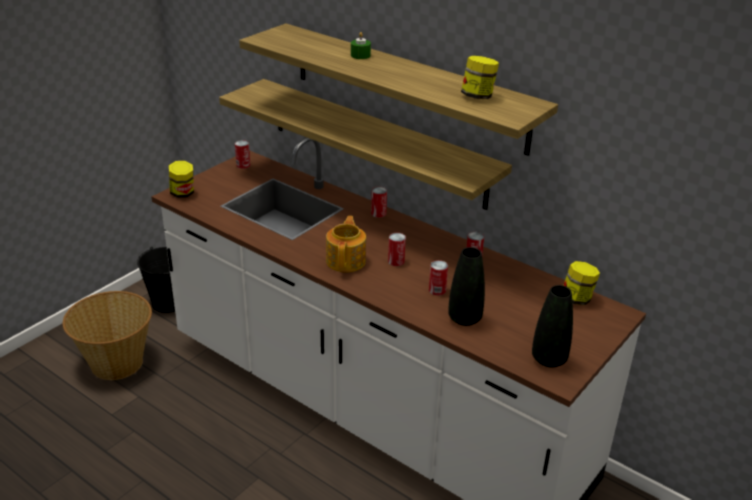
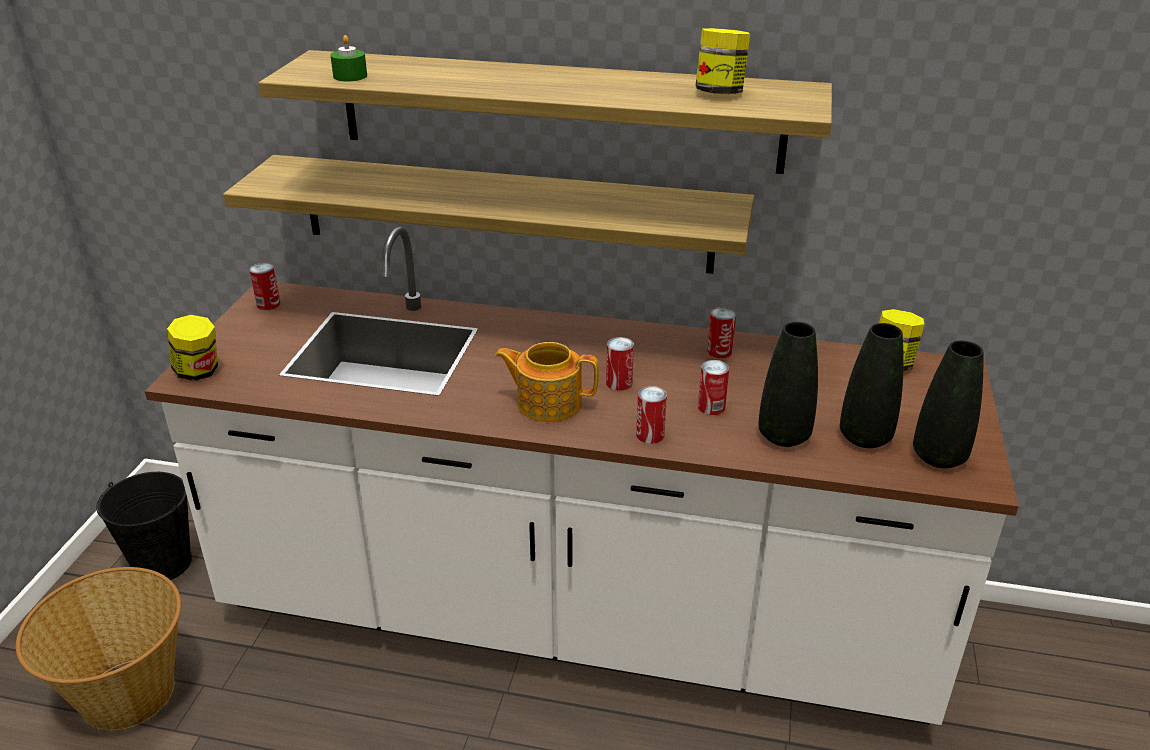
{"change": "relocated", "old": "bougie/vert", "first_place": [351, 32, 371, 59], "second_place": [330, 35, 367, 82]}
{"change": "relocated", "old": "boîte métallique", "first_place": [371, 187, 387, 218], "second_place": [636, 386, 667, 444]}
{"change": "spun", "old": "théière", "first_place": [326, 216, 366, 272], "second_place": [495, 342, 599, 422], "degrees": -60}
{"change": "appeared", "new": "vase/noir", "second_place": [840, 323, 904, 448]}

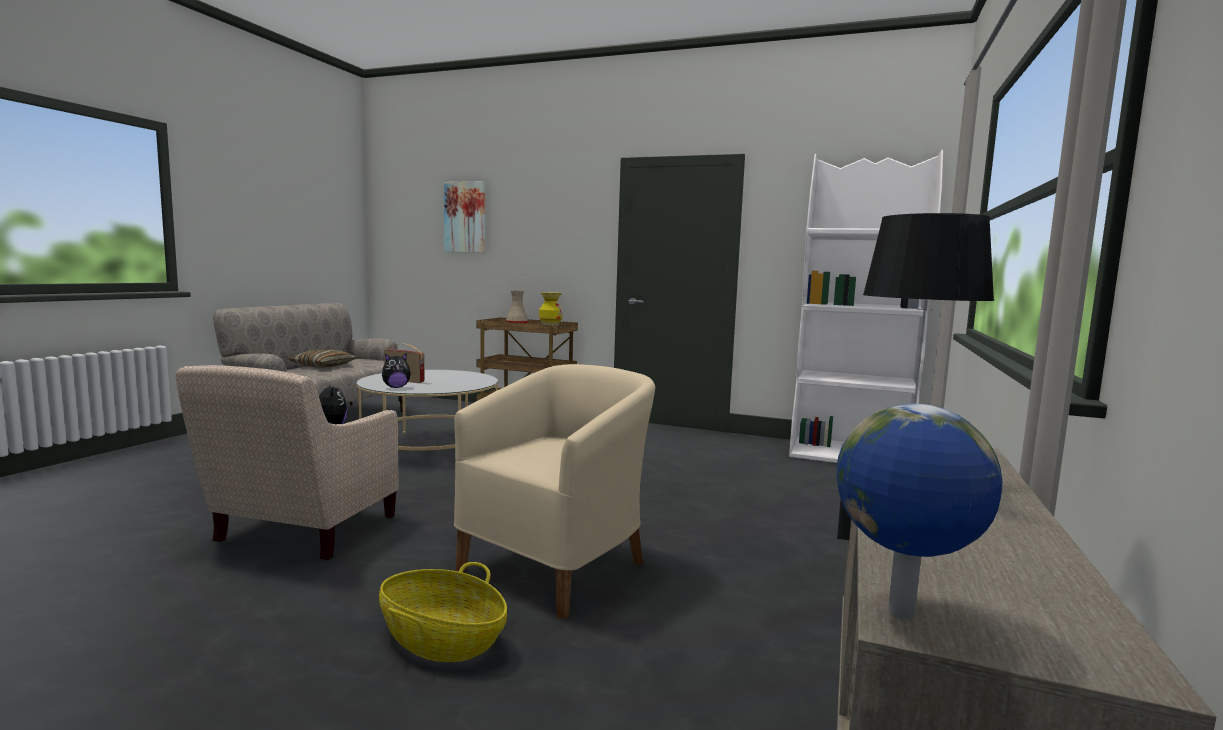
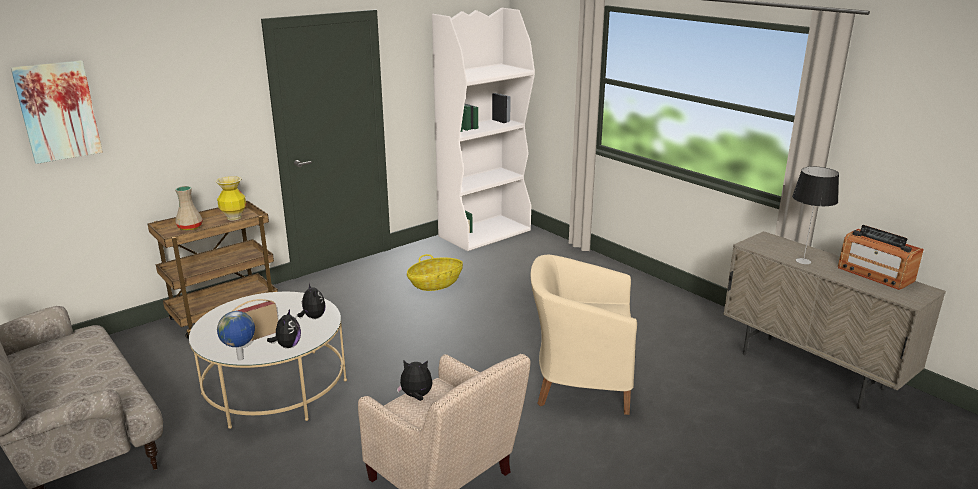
{"change": "missing", "old": "coussin", "first_place": [289, 349, 358, 367]}
{"change": "spun", "old": "fauteuil/beige", "first_place": [454, 364, 655, 620], "second_place": [531, 255, 637, 415], "degrees": -60}
{"change": "relocated", "old": "globe", "first_place": [836, 404, 1002, 620], "second_place": [217, 311, 255, 360]}
{"change": "relocated", "old": "panier", "first_place": [379, 562, 507, 662], "second_place": [407, 254, 463, 291]}
{"change": "appeared", "new": "radio", "second_place": [838, 225, 924, 290]}
{"change": "appeared", "new": "peluche", "second_place": [298, 283, 326, 319]}

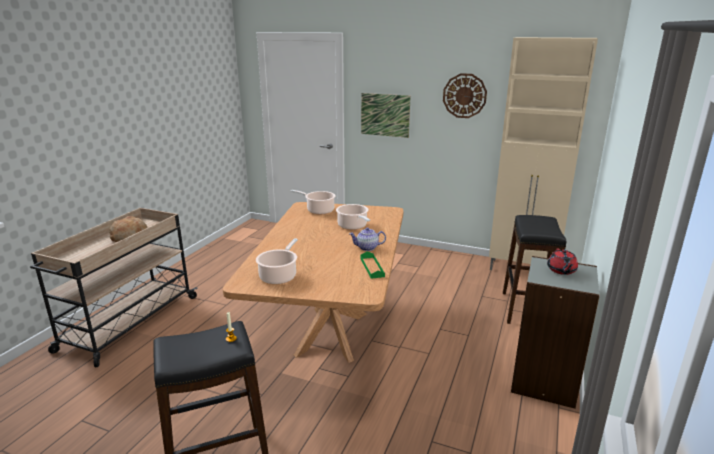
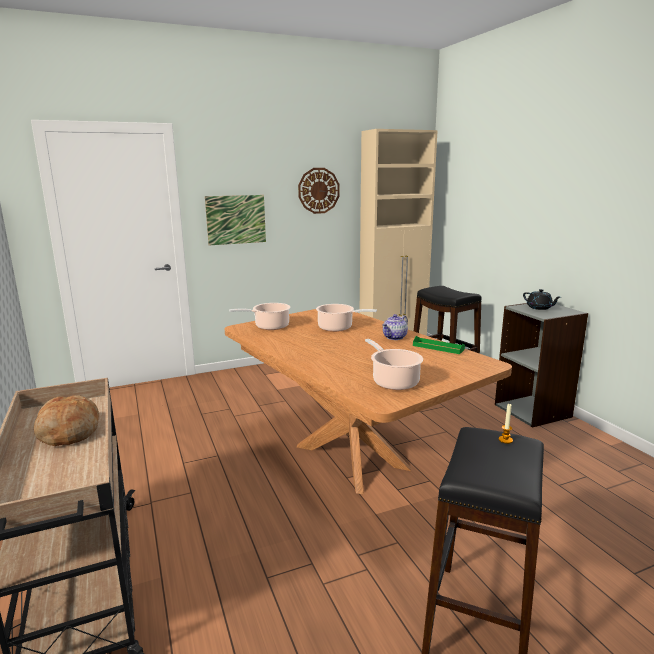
{"change": "colour", "old": "théière/rouge", "new": "théière/noir", "first_place": [547, 248, 578, 275], "second_place": [523, 289, 560, 310]}

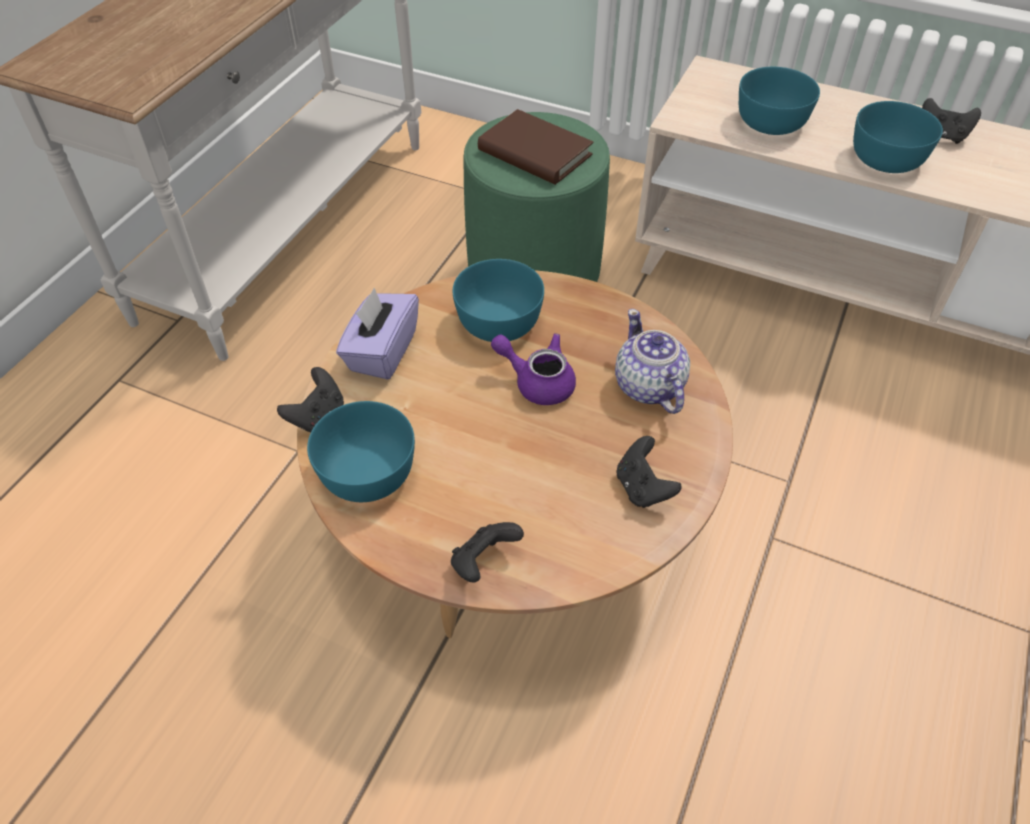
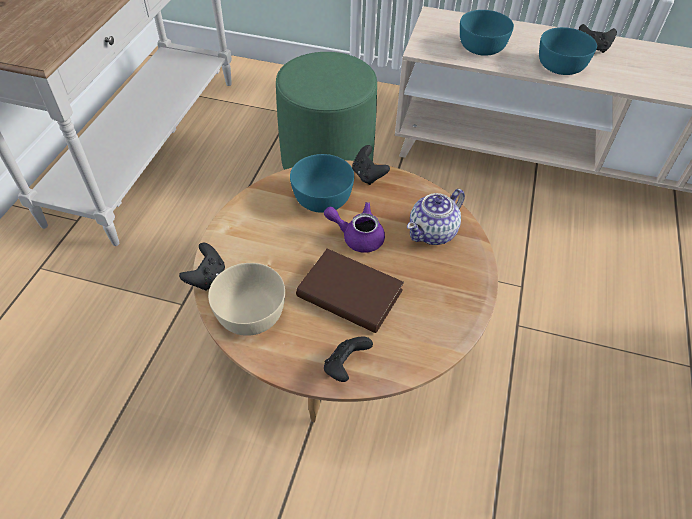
{"change": "relocated", "old": "livre/marron", "first_place": [478, 109, 593, 185], "second_place": [296, 249, 404, 333]}
{"change": "missing", "old": "boîte à mouchoirs/violet", "first_place": [336, 288, 419, 380]}
{"change": "spun", "old": "théière", "first_place": [615, 309, 690, 414], "second_place": [407, 189, 465, 245], "degrees": -105}
{"change": "colour", "old": "bol/turquoise", "new": "bol/beige", "first_place": [307, 401, 415, 502], "second_place": [208, 263, 285, 336]}
{"change": "relocated", "old": "manette/noir", "first_place": [616, 436, 682, 508], "second_place": [352, 145, 390, 185]}

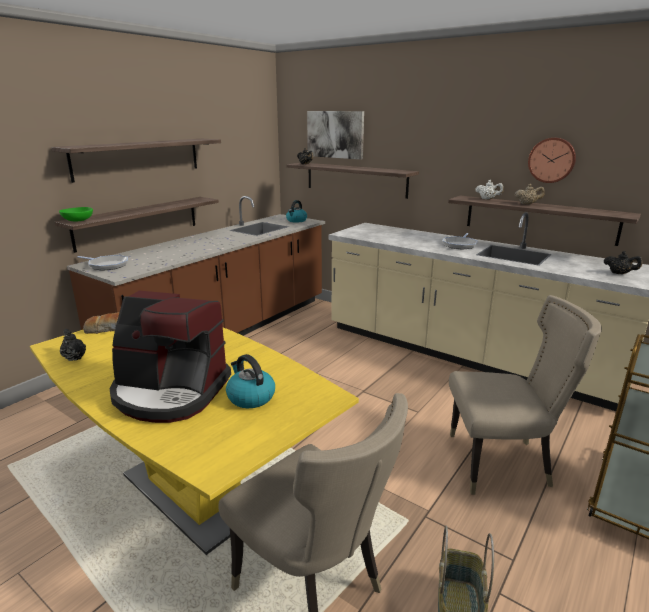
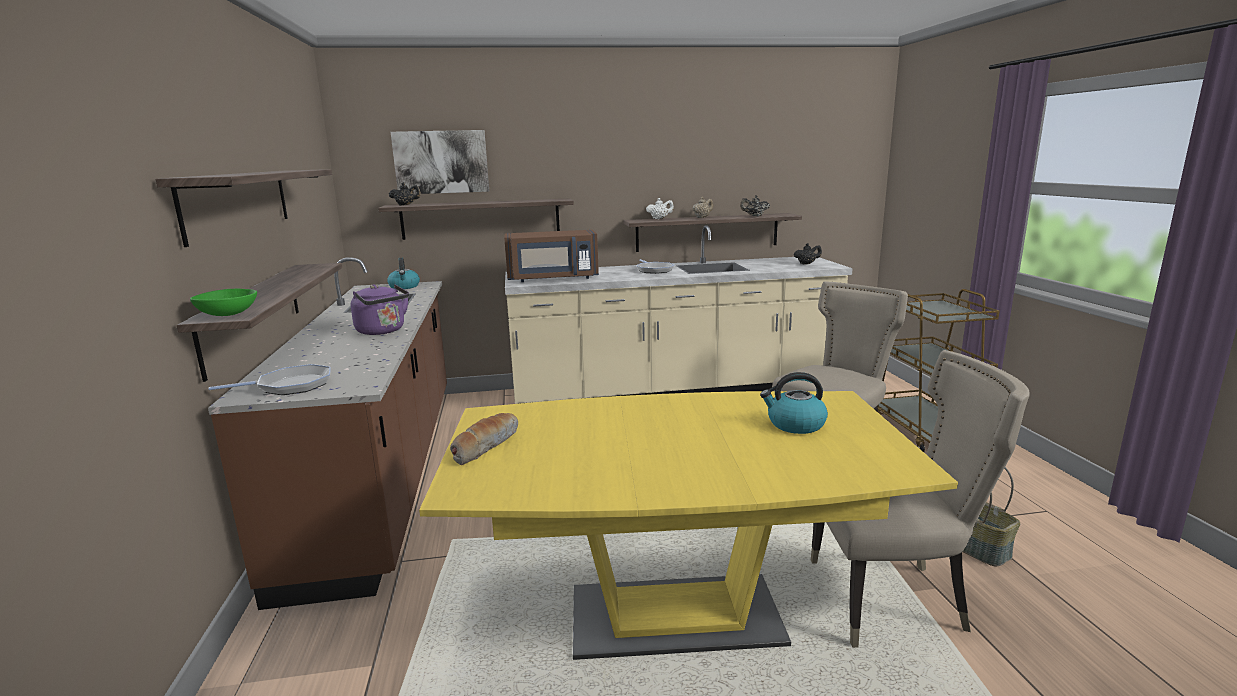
{"change": "missing", "old": "horloge murale", "first_place": [528, 137, 576, 183]}
{"change": "missing", "old": "machine à café", "first_place": [110, 291, 231, 423]}
{"change": "relocated", "old": "théière/noir", "first_place": [60, 329, 86, 361], "second_place": [740, 195, 770, 217]}
{"change": "appeared", "new": "micro-ondes/marron", "second_place": [504, 230, 599, 282]}
{"change": "appeared", "new": "bouilloire/violet", "second_place": [350, 284, 409, 335]}

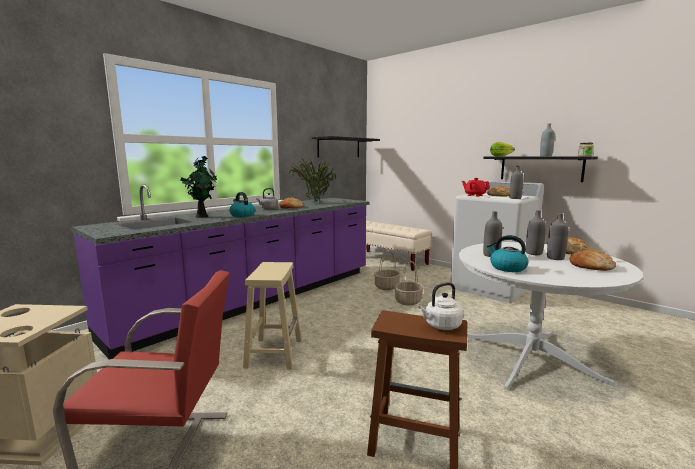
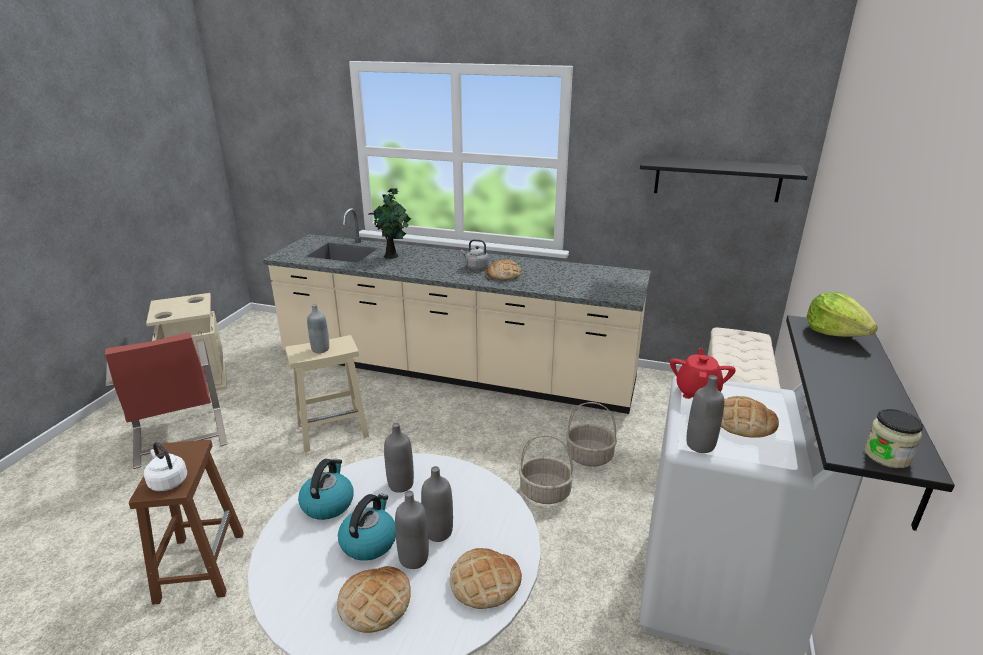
{"change": "relocated", "old": "bouteille/gris", "first_place": [540, 123, 555, 156], "second_place": [307, 304, 329, 353]}
{"change": "missing", "old": "plante en pot", "first_place": [289, 157, 336, 203]}
{"change": "colour", "old": "comptoir de cuisine/violet", "new": "comptoir de cuisine/beige", "first_place": [71, 184, 370, 359], "second_place": [263, 208, 651, 414]}
{"change": "relocated", "old": "bouilloire", "first_place": [229, 192, 255, 217], "second_place": [338, 494, 396, 561]}

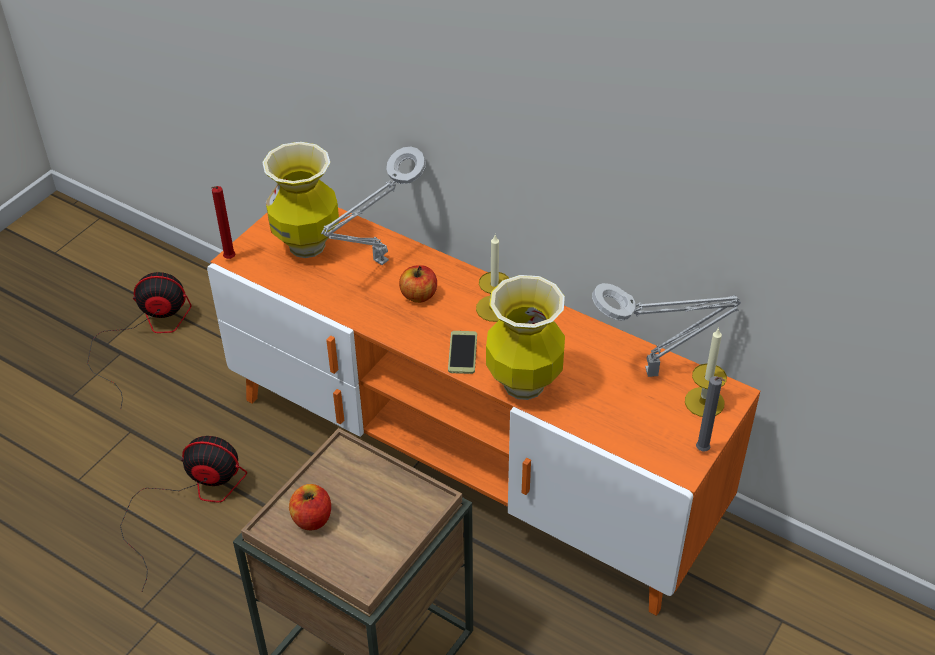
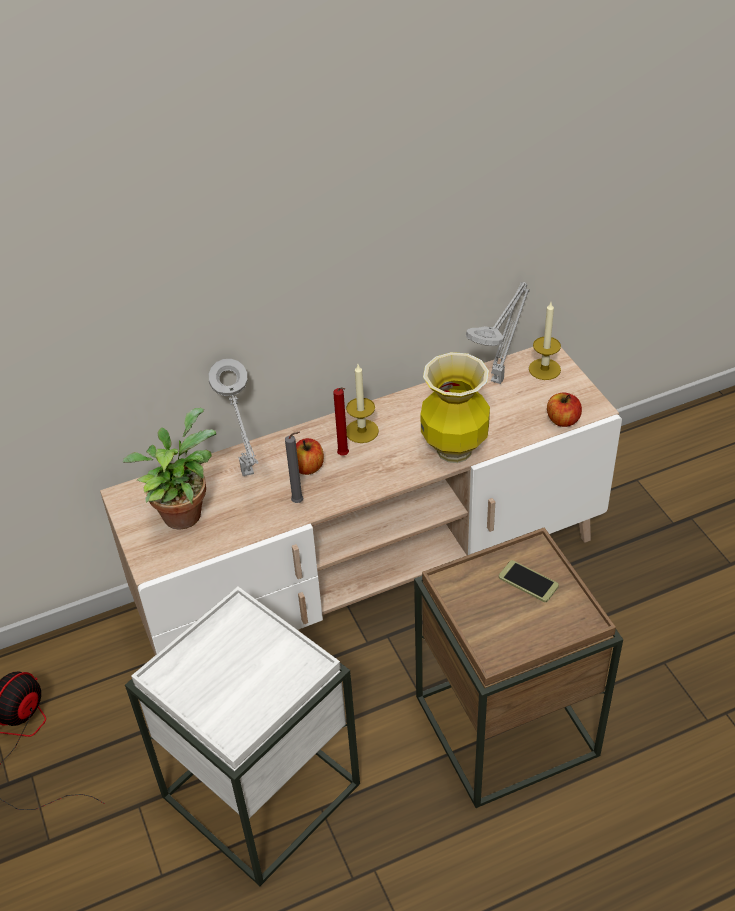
{"change": "exchanged", "old": "vase", "new": "plante en pot", "first_place": [262, 142, 339, 258], "second_place": [123, 408, 216, 530]}
{"change": "relocated", "old": "bougie/rouge", "first_place": [211, 186, 236, 259], "second_place": [333, 387, 349, 456]}
{"change": "colour", "old": "meuble télé/orange", "new": "meuble télé/beige", "first_place": [207, 207, 760, 616], "second_place": [100, 347, 622, 655]}
{"change": "relocated", "old": "téléphone", "first_place": [448, 331, 477, 374], "second_place": [499, 560, 559, 602]}
{"change": "relocated", "old": "bougie/gris", "first_place": [696, 376, 725, 452], "second_place": [285, 432, 303, 503]}
{"change": "exchanged", "old": "ventilateur", "new": "table d'appoint/blanc", "first_place": [120, 436, 247, 591], "second_place": [125, 586, 360, 886]}
{"change": "relocated", "old": "pomme", "first_place": [289, 484, 331, 530], "second_place": [547, 393, 582, 427]}

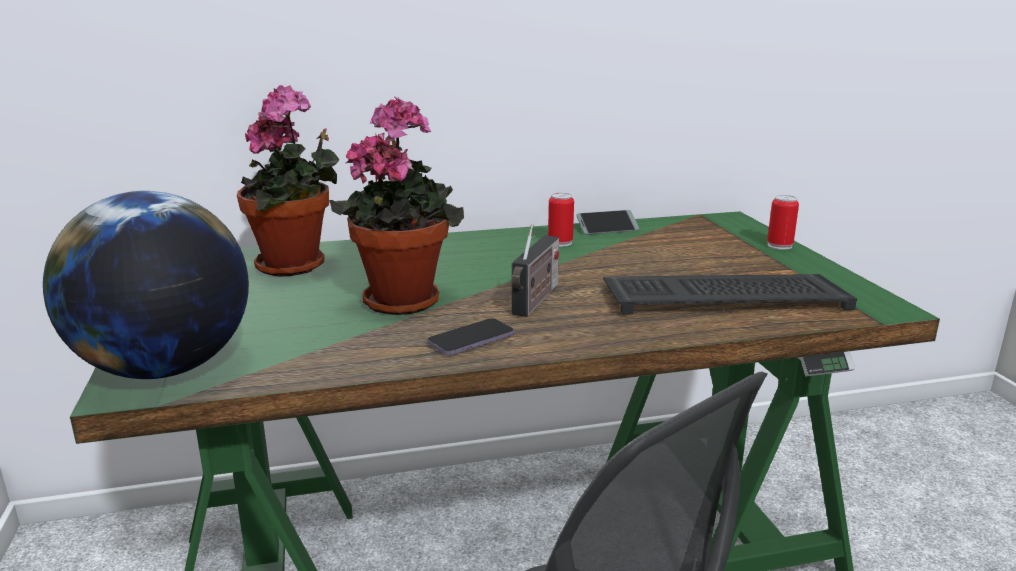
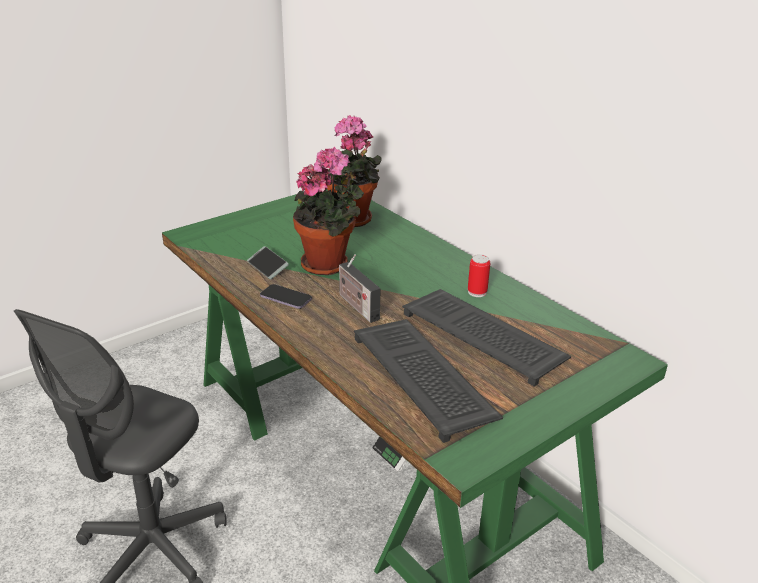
{"change": "missing", "old": "globe", "first_place": [43, 191, 249, 379]}
{"change": "missing", "old": "boîte métallique", "first_place": [767, 195, 799, 250]}
{"change": "relocated", "old": "téléphone", "first_place": [576, 210, 640, 235], "second_place": [247, 246, 289, 280]}
{"change": "spun", "old": "radio", "first_place": [512, 224, 559, 317], "second_place": [339, 254, 381, 323], "degrees": 60}
{"change": "appeared", "new": "clavier", "second_place": [402, 289, 571, 387]}

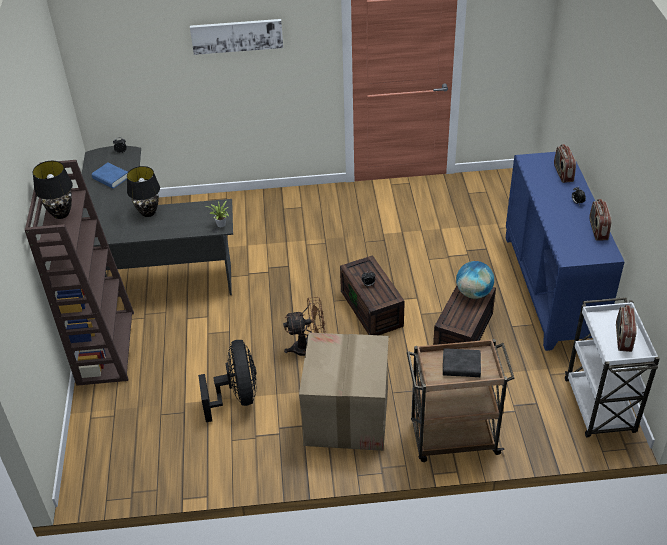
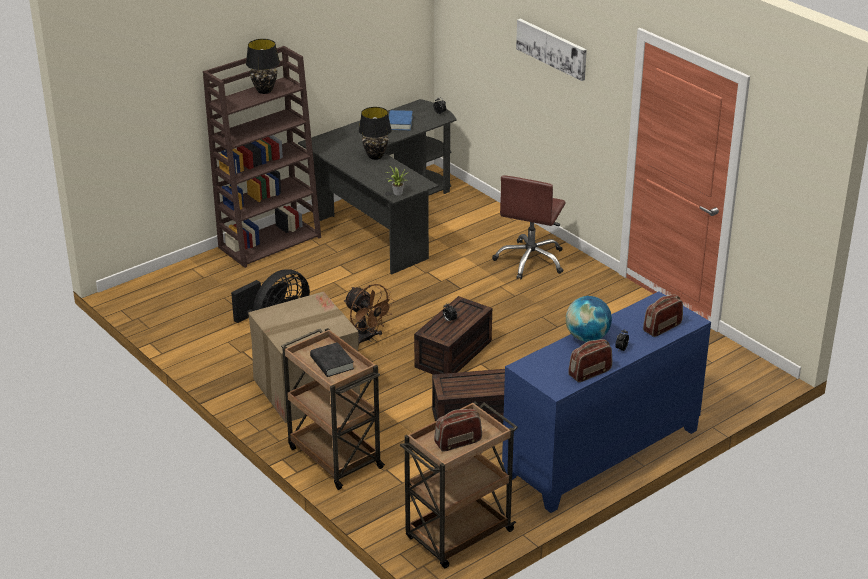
{"change": "relocated", "old": "globe", "first_place": [456, 261, 494, 299], "second_place": [566, 296, 612, 342]}
{"change": "colour", "old": "chariot/blanc", "new": "chariot/marron", "first_place": [565, 297, 660, 438], "second_place": [400, 401, 518, 568]}
{"change": "appeared", "new": "chaise de bureau/marron", "second_place": [492, 175, 566, 279]}

